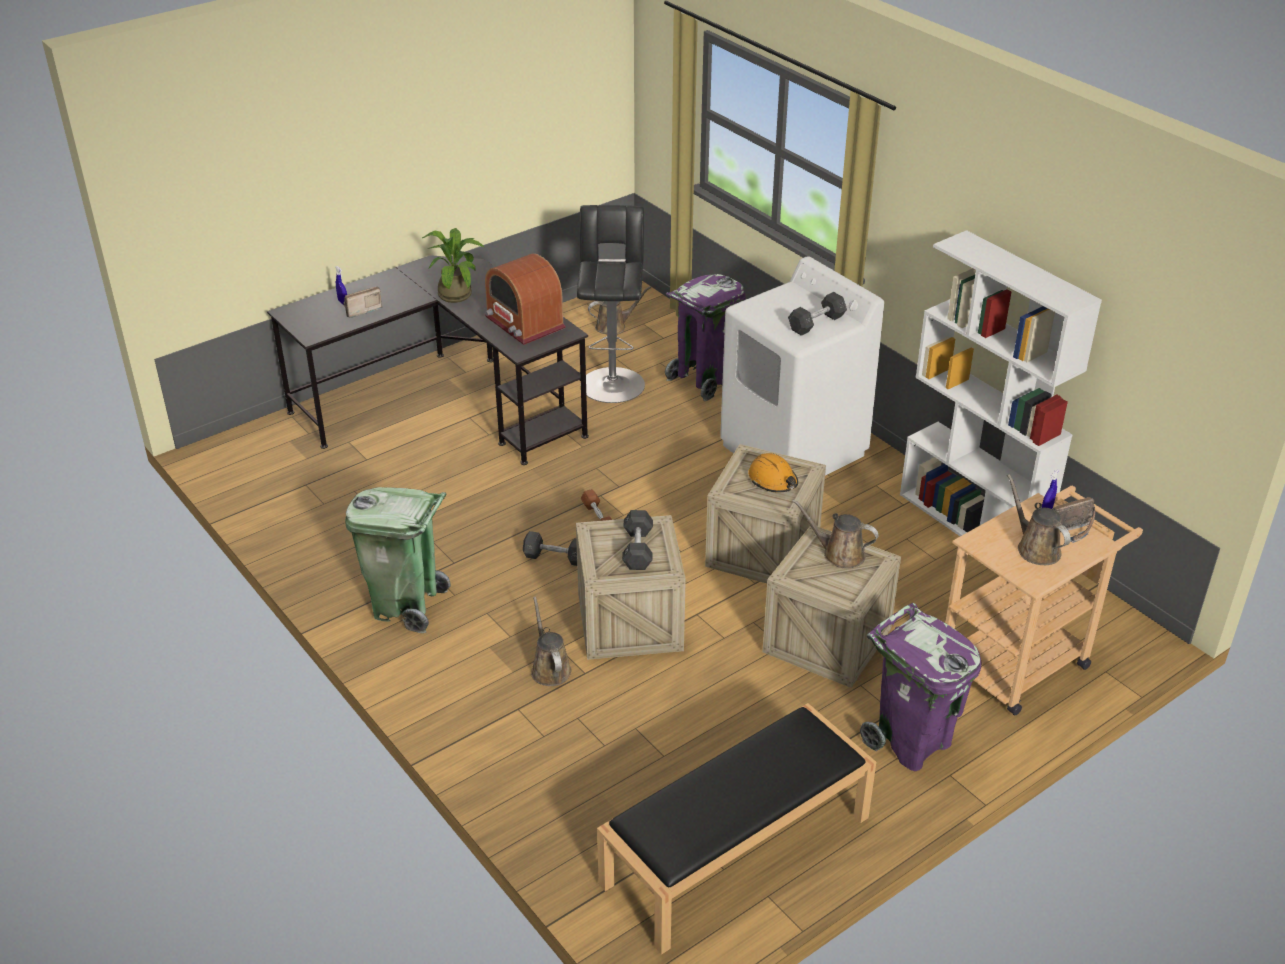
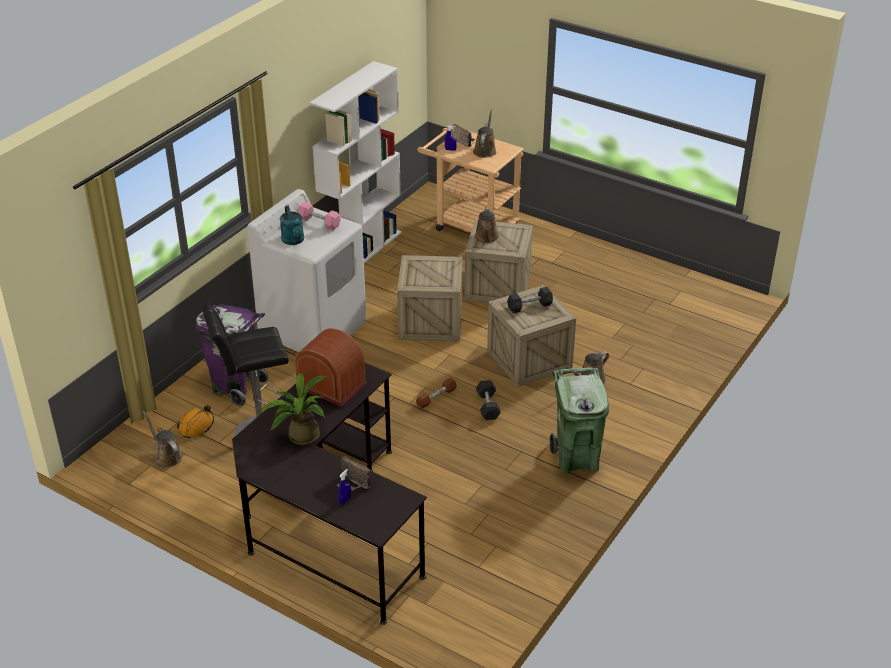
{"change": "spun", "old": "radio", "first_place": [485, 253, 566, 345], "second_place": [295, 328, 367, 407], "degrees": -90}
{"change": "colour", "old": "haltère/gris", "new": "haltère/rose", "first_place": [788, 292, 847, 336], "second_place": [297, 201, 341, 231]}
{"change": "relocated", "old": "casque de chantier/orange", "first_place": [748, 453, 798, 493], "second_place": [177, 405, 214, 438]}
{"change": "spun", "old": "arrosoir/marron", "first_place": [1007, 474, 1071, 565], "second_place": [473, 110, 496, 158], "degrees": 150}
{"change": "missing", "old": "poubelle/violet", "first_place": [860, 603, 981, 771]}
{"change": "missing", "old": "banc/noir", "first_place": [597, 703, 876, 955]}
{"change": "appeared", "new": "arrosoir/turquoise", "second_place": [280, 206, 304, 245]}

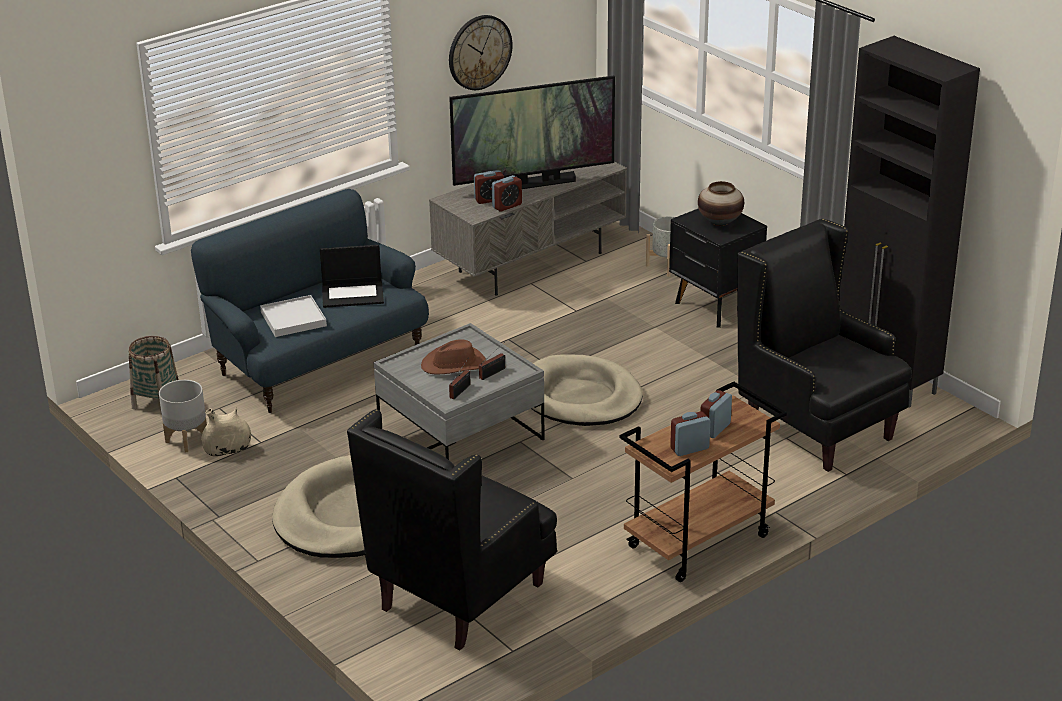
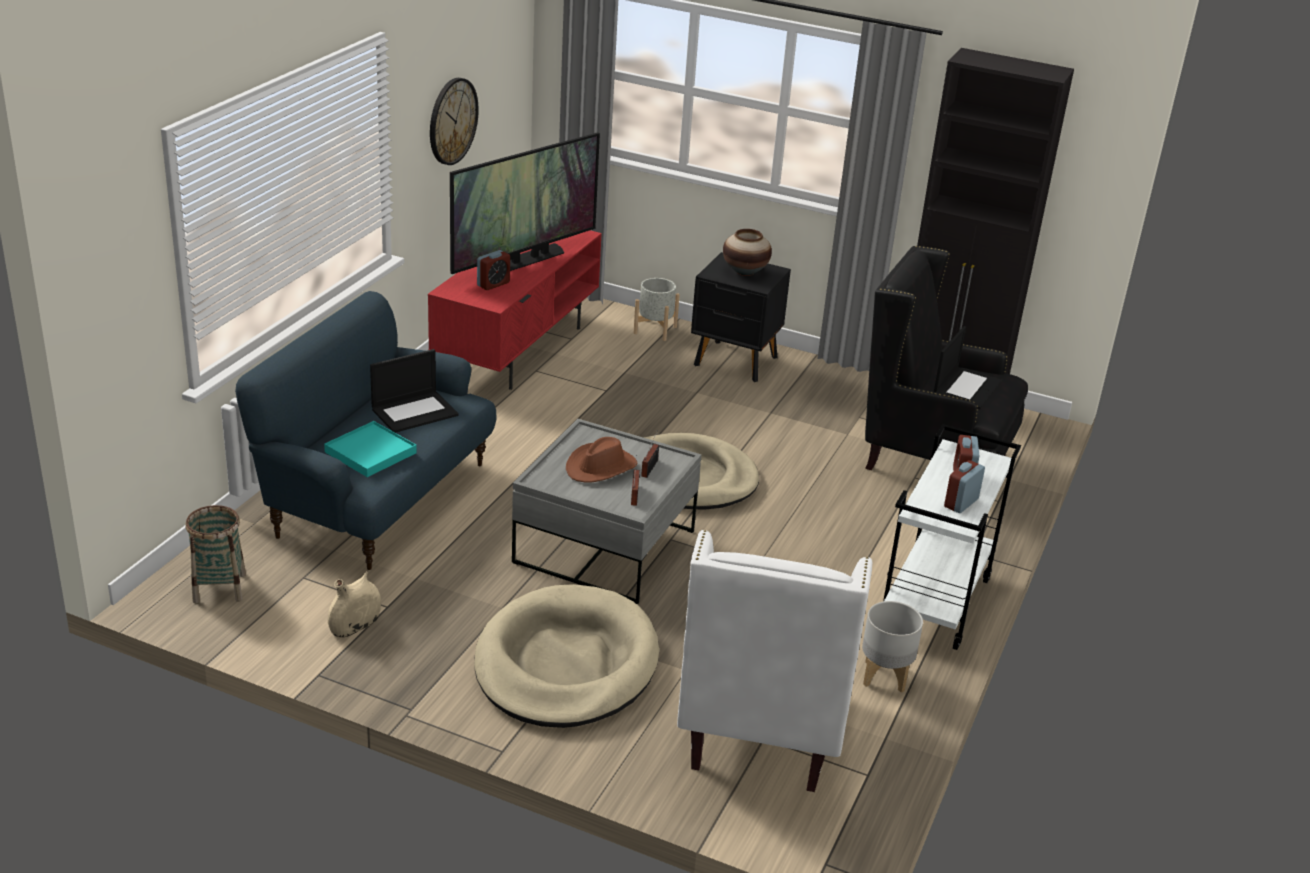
{"change": "colour", "old": "meuble télé/gris", "new": "meuble télé/rouge", "first_place": [429, 162, 627, 295], "second_place": [428, 230, 602, 390]}
{"change": "missing", "old": "réveil", "first_place": [492, 175, 522, 212]}
{"change": "colour", "old": "plateau/blanc", "new": "plateau/turquoise", "first_place": [260, 295, 327, 337], "second_place": [324, 421, 417, 477]}
{"change": "relocated", "old": "cache-pot/gris", "first_place": [159, 380, 207, 452], "second_place": [862, 601, 923, 693]}
{"change": "colour", "old": "chariot/marron", "new": "chariot/blanc", "first_place": [619, 382, 787, 582], "second_place": [883, 424, 1021, 650]}
{"change": "colour", "old": "fauteuil/noir", "new": "fauteuil/blanc", "first_place": [347, 409, 557, 651], "second_place": [677, 530, 873, 792]}
{"change": "appeared", "new": "ordinateur portable", "second_place": [934, 326, 1002, 409]}

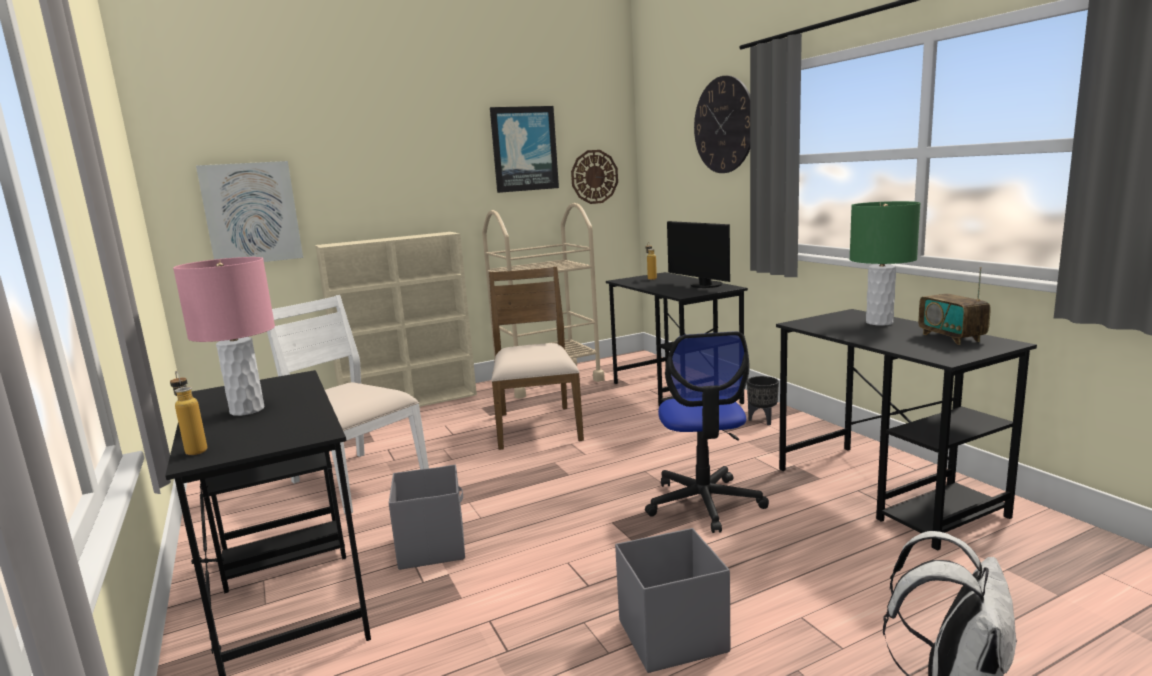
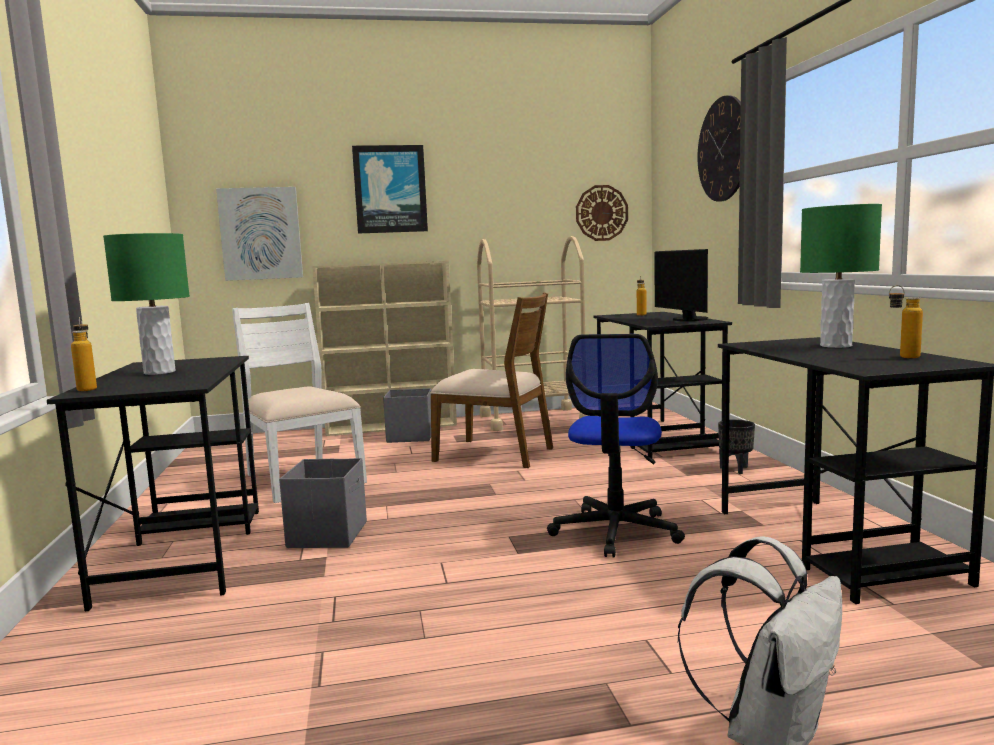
{"change": "relocated", "old": "tableau", "first_place": [490, 106, 559, 193], "second_place": [352, 145, 428, 233]}
{"change": "colour", "old": "lampe de table/rose", "new": "lampe de table/vert", "first_place": [173, 257, 275, 416], "second_place": [103, 233, 190, 375]}
{"change": "spun", "old": "chaise/marron", "first_place": [489, 266, 584, 450], "second_place": [430, 293, 553, 468], "degrees": 105}
{"change": "exchanged", "old": "radio", "new": "bouteille", "first_place": [918, 267, 991, 345], "second_place": [889, 285, 923, 358]}
{"change": "relocated", "old": "boîte de rangement/gris", "first_place": [615, 528, 730, 673], "second_place": [383, 388, 431, 443]}

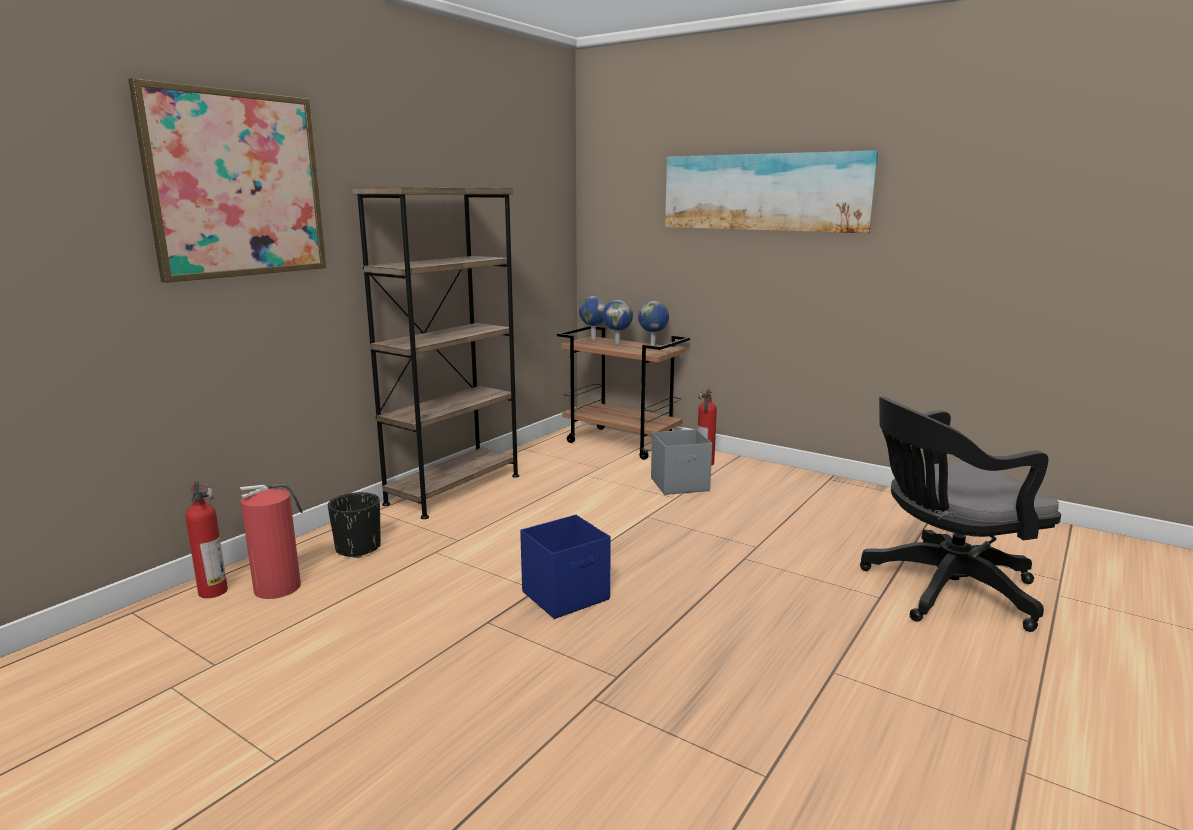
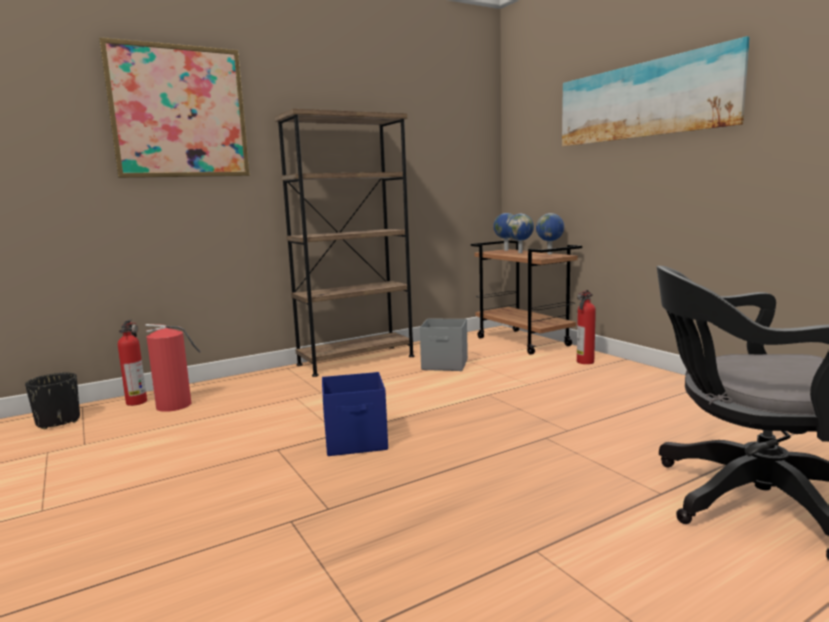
{"change": "relocated", "old": "boîte de rangement/gris", "first_place": [651, 429, 712, 495], "second_place": [420, 318, 468, 371]}
{"change": "relocated", "old": "cache-pot/noir", "first_place": [328, 492, 381, 558], "second_place": [25, 372, 80, 429]}

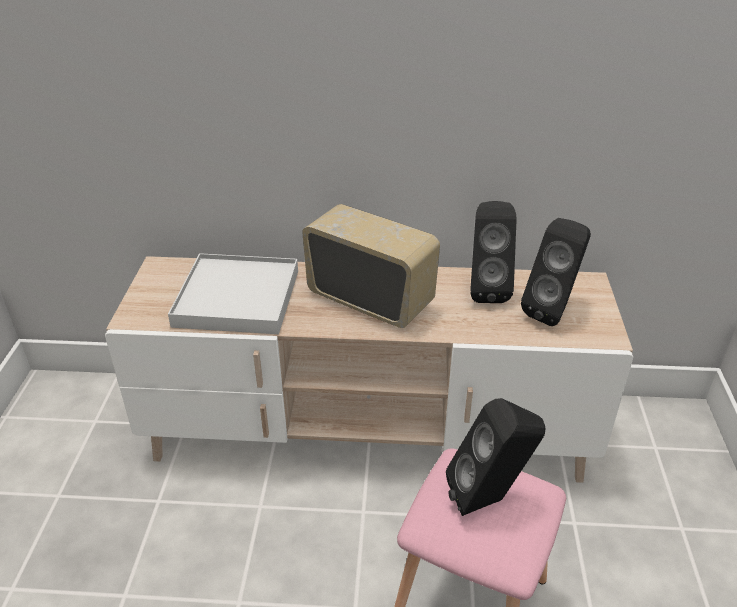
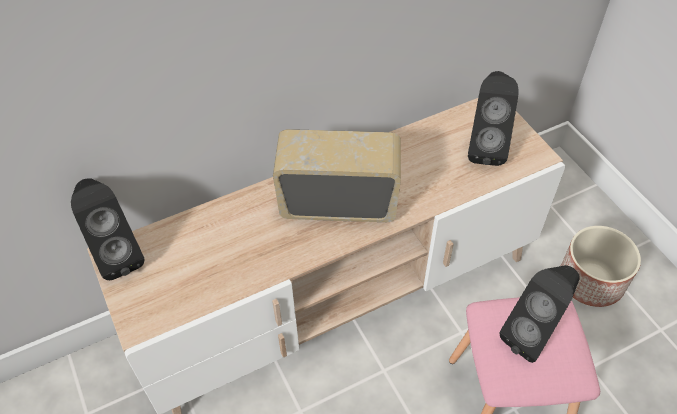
{"change": "relocated", "old": "enceinte/noir", "first_place": [470, 201, 517, 303], "second_place": [71, 178, 145, 280]}
{"change": "missing", "old": "plateau/blanc", "first_place": [168, 253, 298, 334]}
{"change": "appeared", "new": "cache-pot", "second_place": [561, 226, 641, 307]}

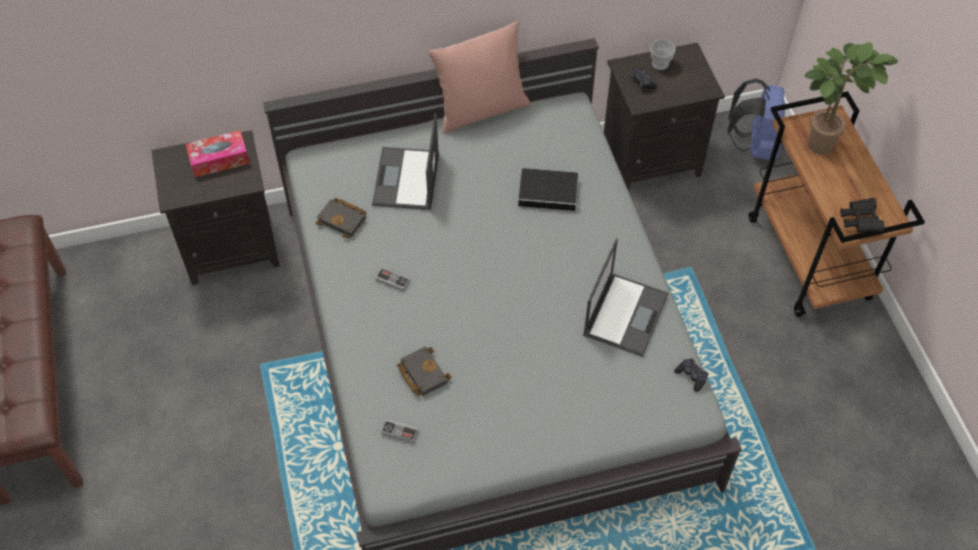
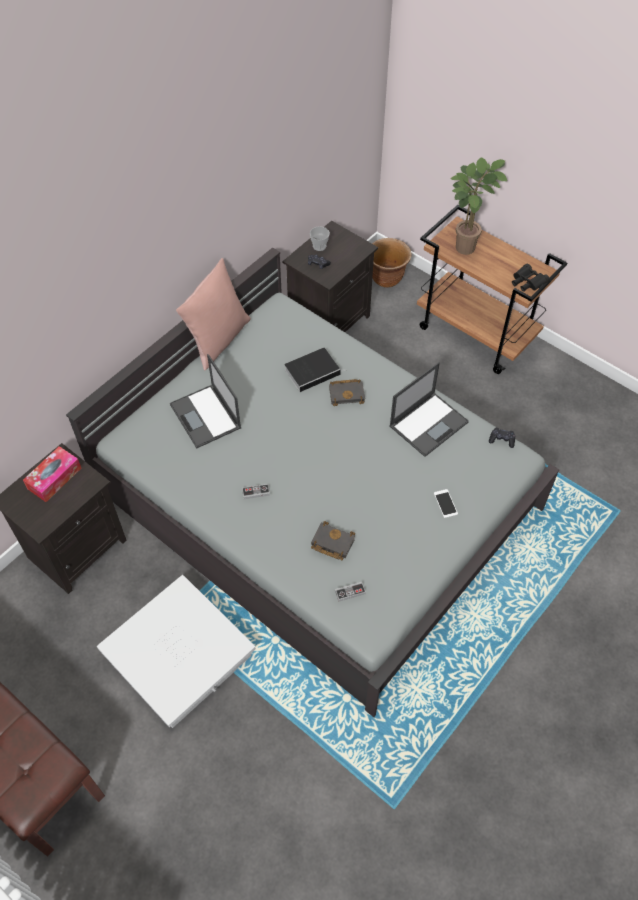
{"change": "exchanged", "old": "sac à dos/bleu", "new": "cache-pot/marron", "first_place": [727, 79, 785, 160], "second_place": [372, 238, 412, 288]}
{"change": "relocated", "old": "livre/noir", "first_place": [316, 198, 367, 239], "second_place": [329, 379, 365, 406]}
{"change": "spun", "old": "ordinateur portable", "first_place": [583, 238, 669, 357], "second_place": [390, 362, 469, 457], "degrees": 60}
{"change": "appeared", "new": "téléphone", "second_place": [434, 489, 458, 518]}
{"change": "appeared", "new": "boîte de rangement/blanc", "second_place": [97, 575, 255, 728]}

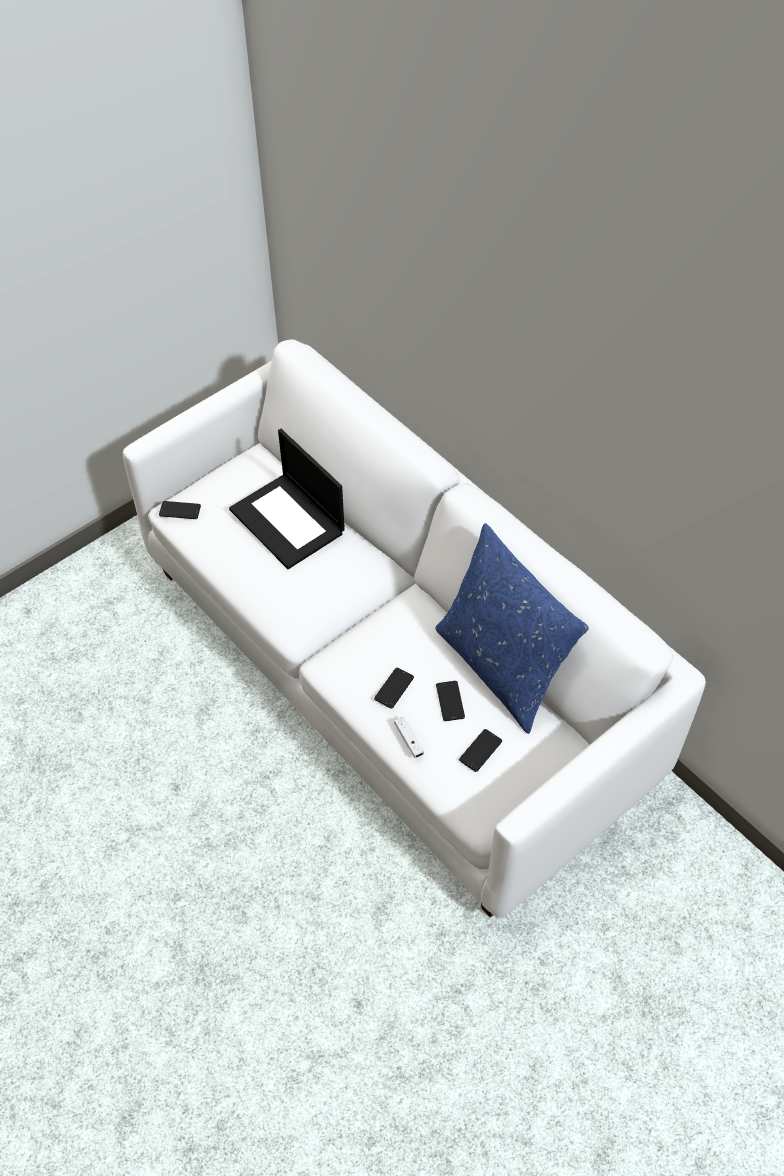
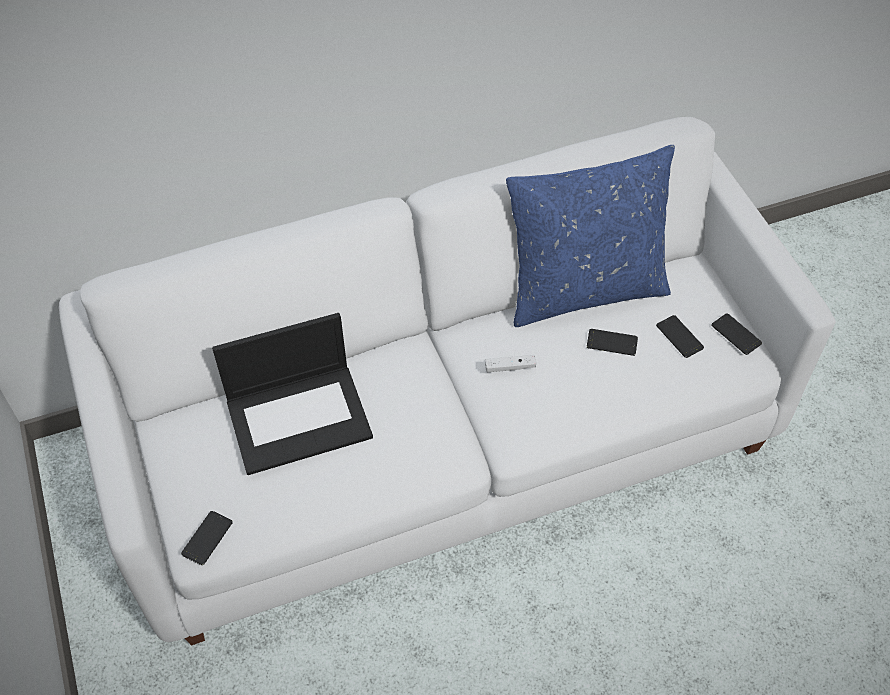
{"change": "relocated", "old": "téléphone", "first_place": [374, 668, 414, 709], "second_place": [711, 313, 762, 355]}
{"change": "relocated", "old": "manette/blanc", "first_place": [394, 717, 424, 758], "second_place": [485, 355, 536, 372]}

